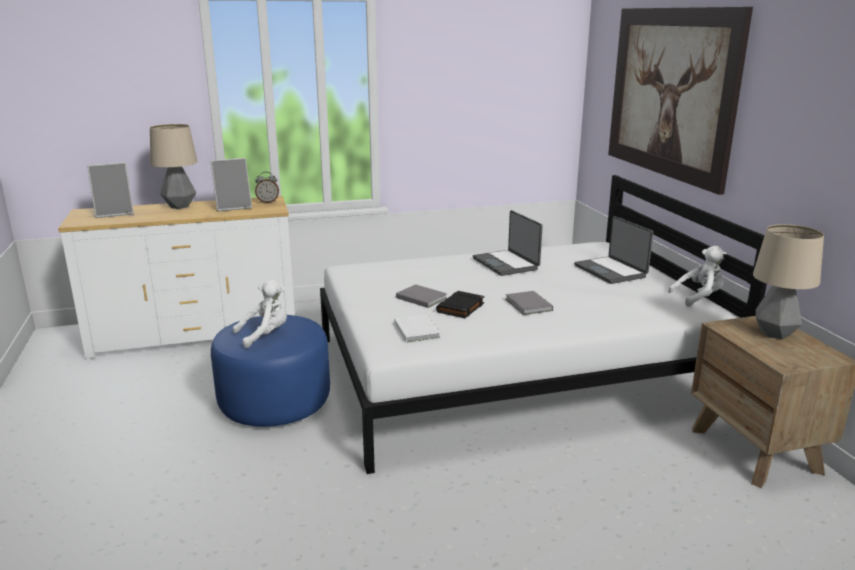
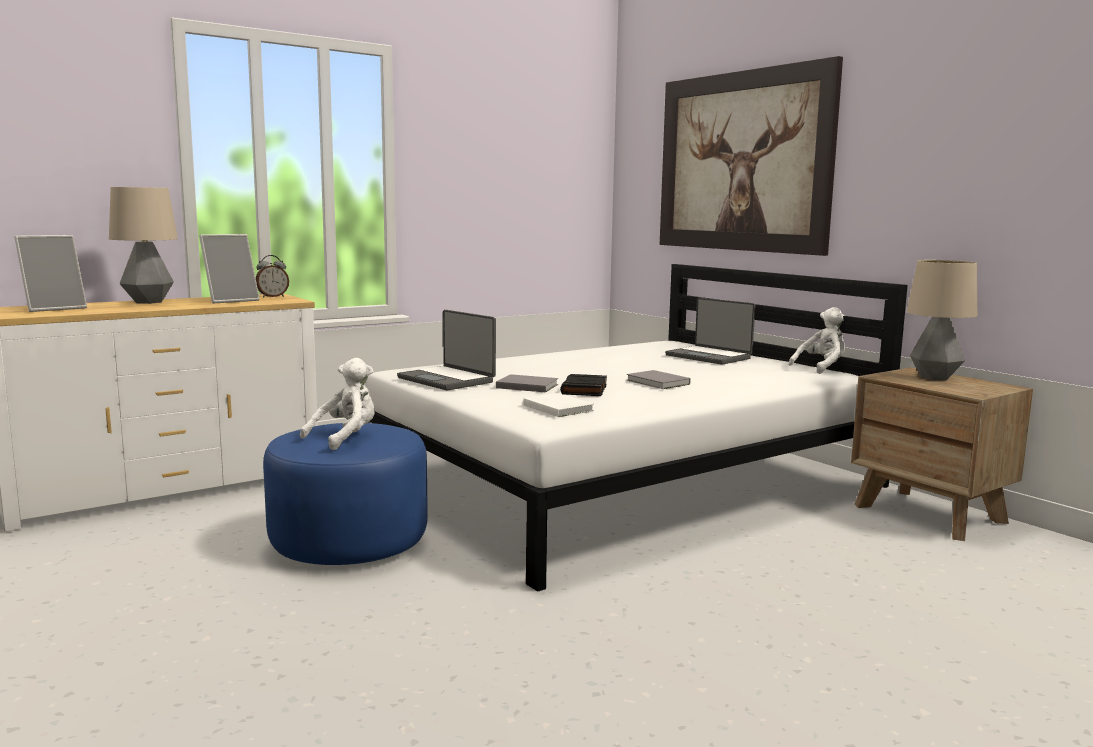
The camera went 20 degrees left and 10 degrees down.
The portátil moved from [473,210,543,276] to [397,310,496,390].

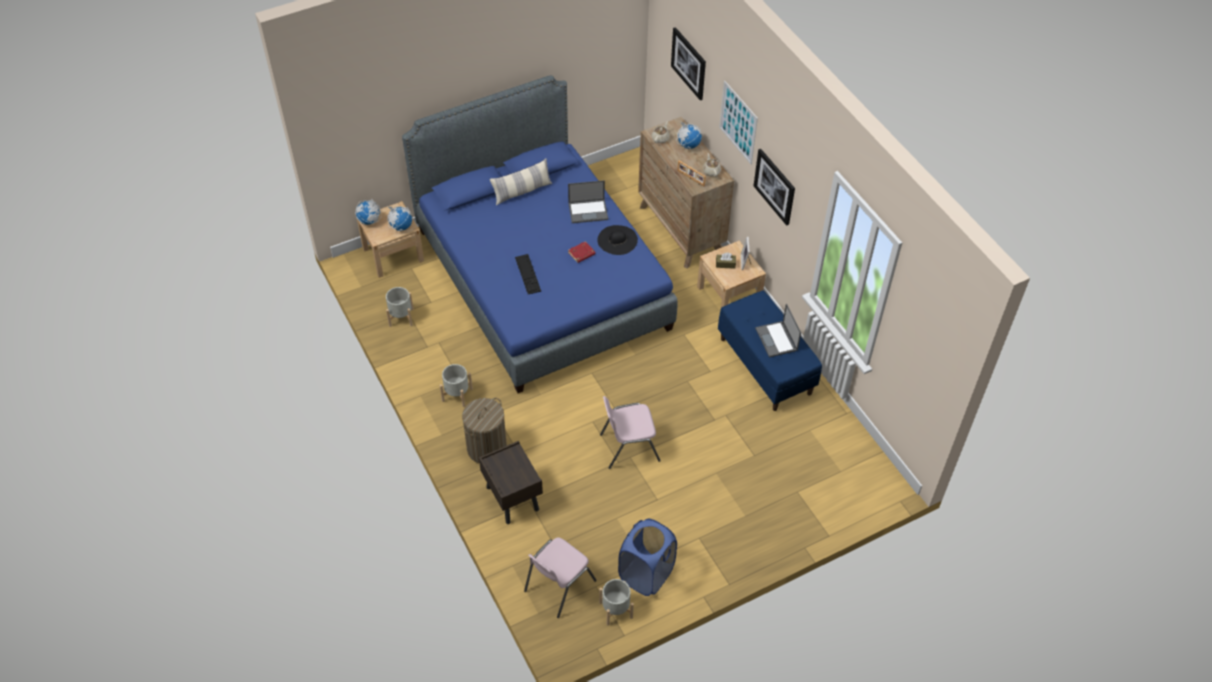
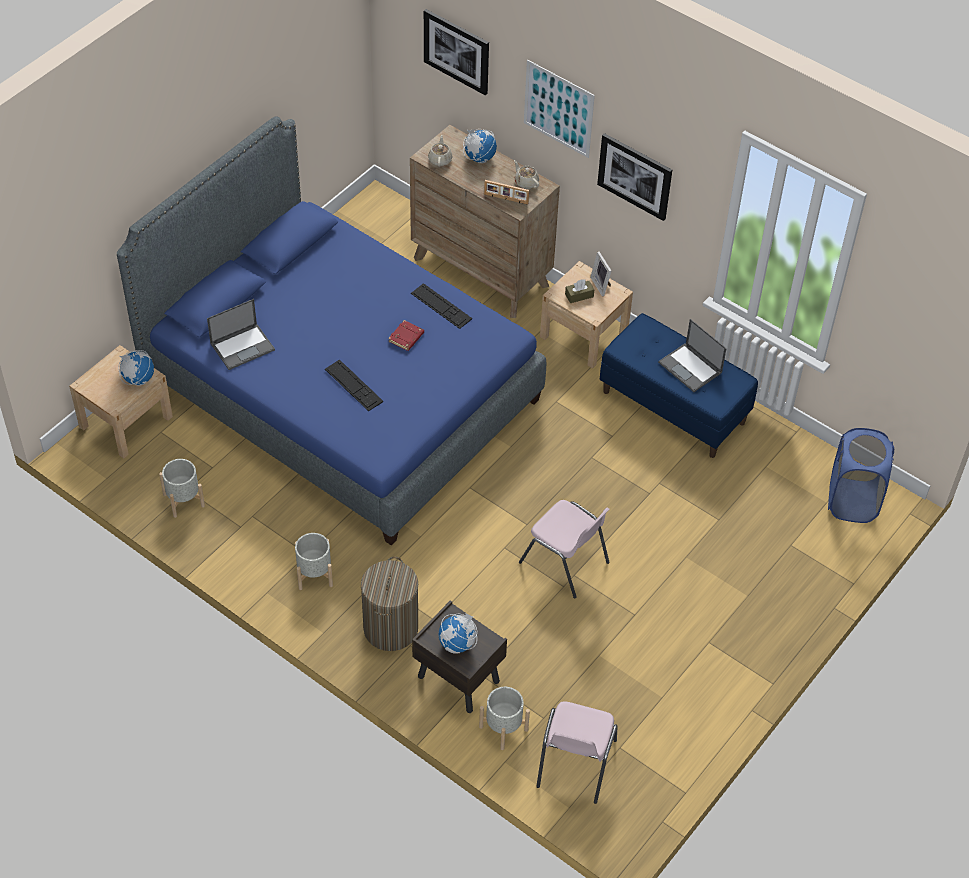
The camera went 25 degrees left and 0 degrees up.
The cojín at [490,158,552,205] disappeared.
The globo terráqueo moved from [355,199,381,225] to [439,613,477,654].
The portátil moved from [568,180,608,223] to [207,299,275,370].
The maceta/gris moved from [599,579,634,625] to [479,687,530,750].
The cesto de la ropa/azul moved from [618,519,677,596] to [828,428,894,523].
The sombrero/negro at [597,225,638,255] was replaced by the teclado at [411,283,472,329].
The silla/rosa at [600,396,661,469] turned 105 degrees counterclockwise.

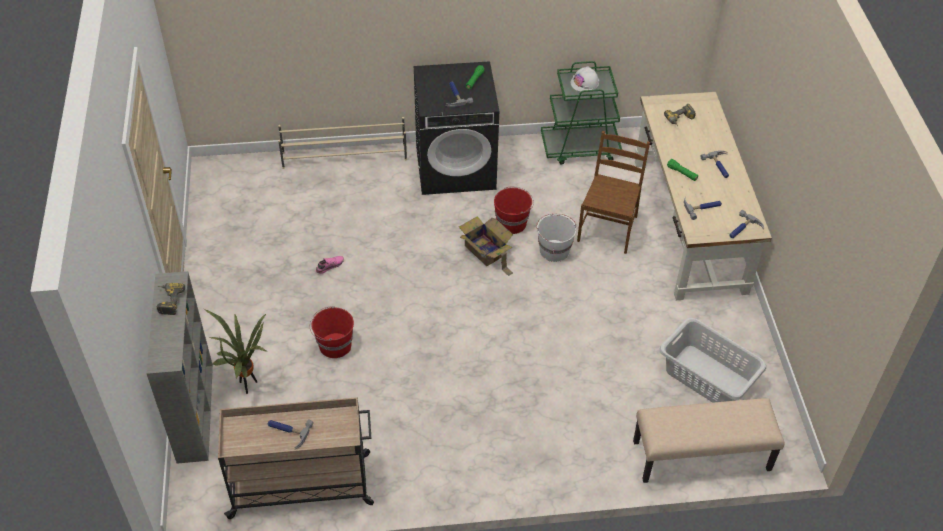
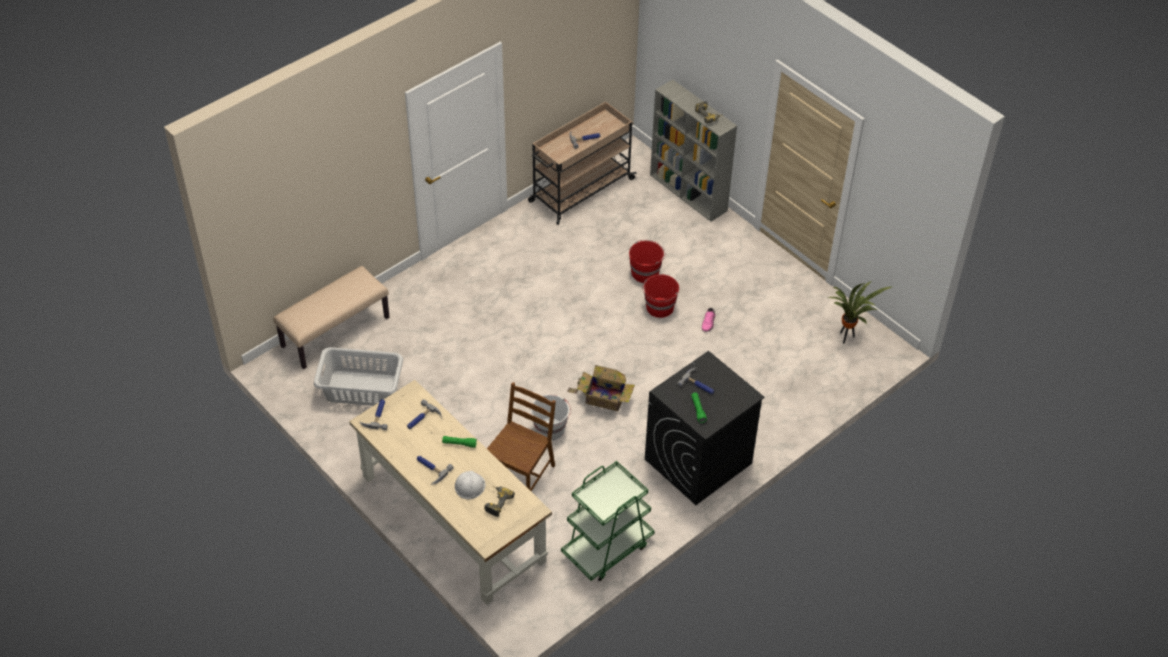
The camera went 145 degrees right and 0 degrees up.
The zapatero/beis at [278,117,407,169] disappeared.
The planta en maceta moved from [204,309,267,394] to [827,281,893,343].
The cubo/rojo moved from [494,187,534,234] to [642,274,679,318].
The casco/blanco moved from [571,66,599,91] to [455,471,485,499].
The silla/marrón at [577,131,650,254] turned 135 degrees counterclockwise.

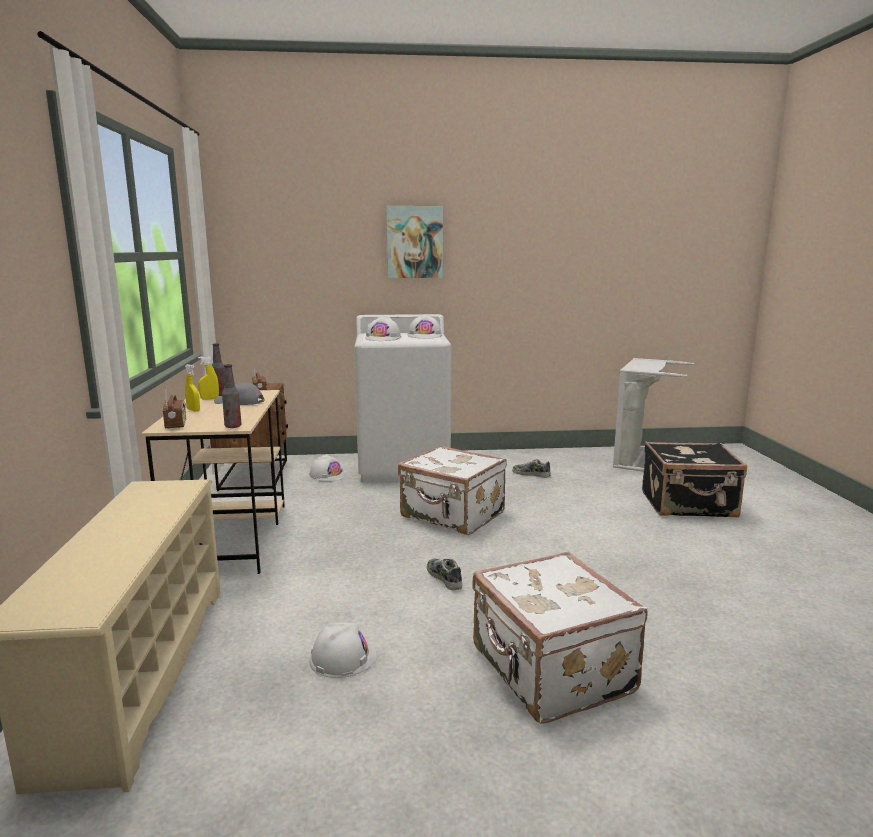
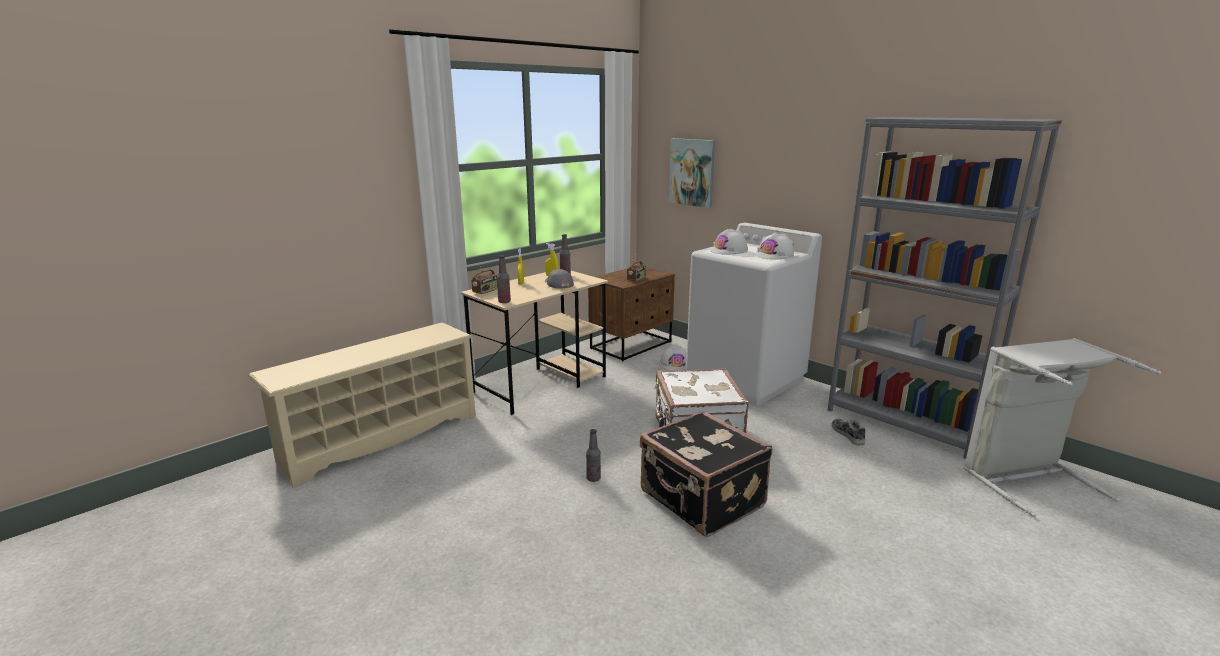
The camera went 50 degrees right and 5 degrees up.
The casco/blanco at [309,623,377,678] disappeared.
The maleta/blanco at [472,552,648,724] disappeared.
The estantería/gris at [828,117,1062,459] appeared.
The cuadro moved from [386,206,443,278] to [669,138,715,208].
The maleta/negro moved from [642,441,747,517] to [640,411,772,537].
The zapato at [427,559,462,590] was replaced by the botella at [586,429,601,482].

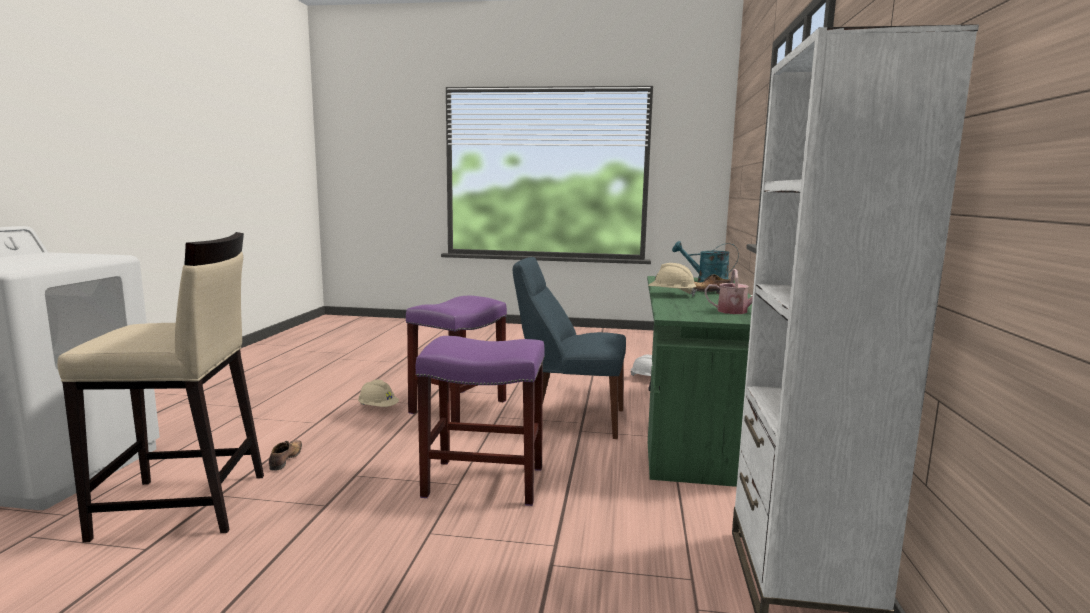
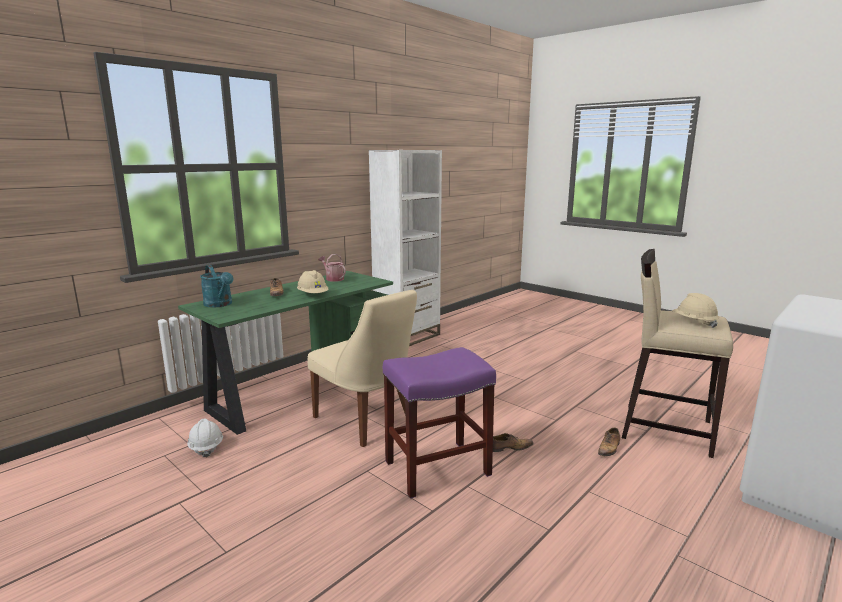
The camera went 145 degrees left and 5 degrees up.
The taburete/morado at [416,336,545,506] disappeared.
The zapato at [493,433,534,452] appeared.
The casco/beis moved from [358,379,399,407] to [672,293,719,328].
The silla/azul at [513,257,626,439] became the silla/beis at [308,290,417,447].

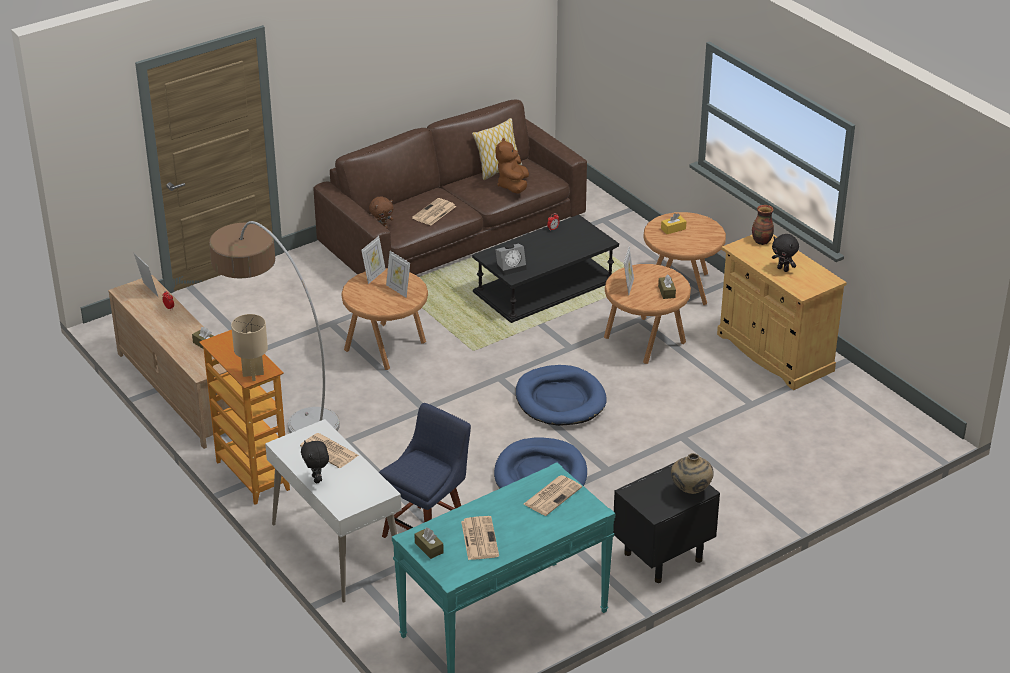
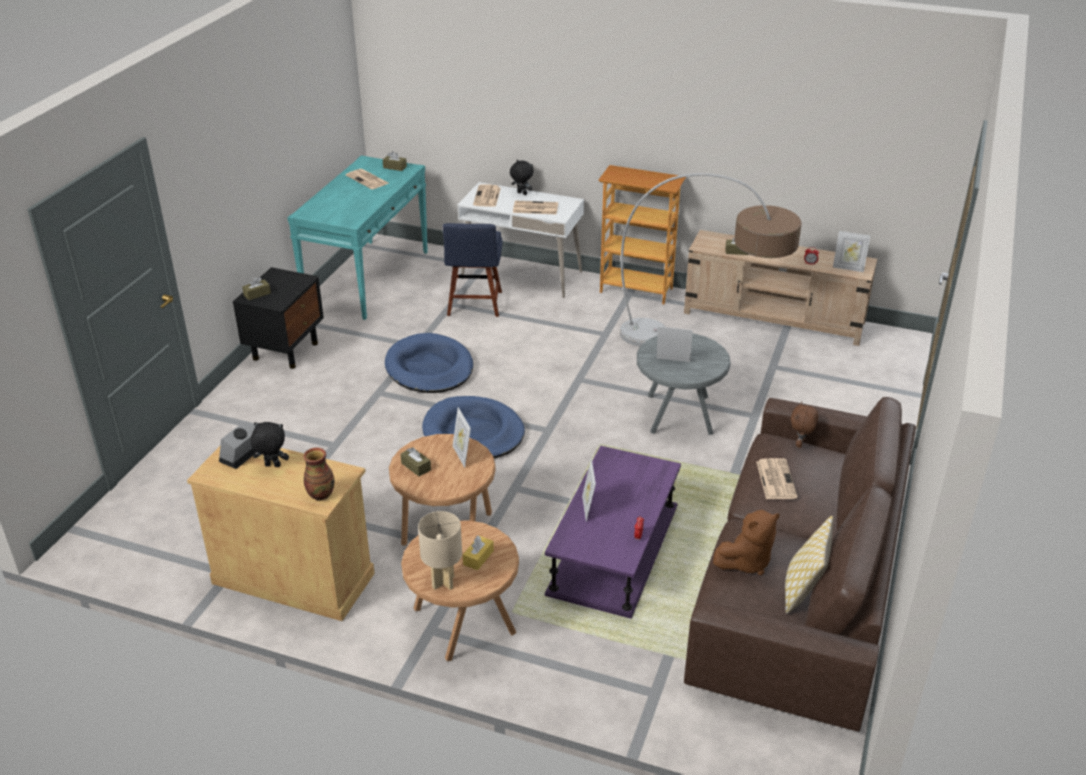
The camera went 145 degrees right and 0 degrees up.
The lámpara de mesa/beis moved from [231,314,268,381] to [418,511,462,590].
The portarretratos moved from [361,236,386,284] to [582,459,596,522].
The despertador moved from [495,244,527,275] to [219,421,257,469].
The periódico moved from [524,475,582,516] to [473,185,501,207].
The florero/beis at [671,453,713,494] was replaced by the caja de pañuelos/marrón at [242,277,271,300].
The mesa auxiliar/marrón at [341,268,428,370] became the mesa auxiliar/gris at [637,333,731,435].
The mesa de centro/negro at [472,215,619,323] became the mesa de centro/morado at [545,446,681,619].
The peluche/marrón at [496,138,529,193] turned 90 degrees clockwise.

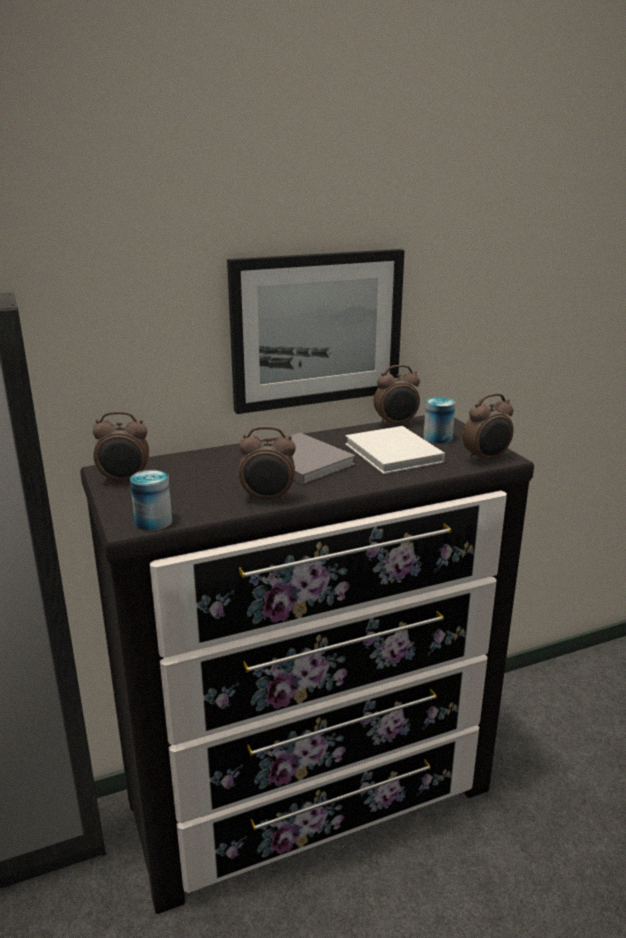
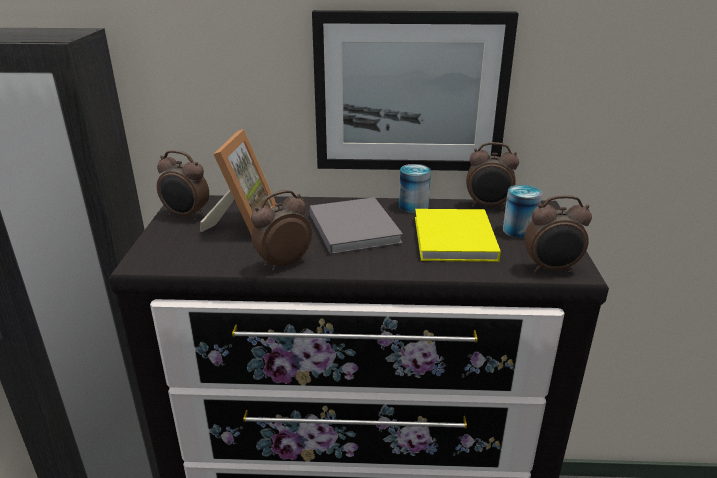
The camera went 25 degrees right and 5 degrees up.
The portarretratos at [200,129,276,236] appeared.
The lata moved from [130,470,172,531] to [399,164,431,213].
The libro/blanco at [345,426,445,474] became the libro/amarillo at [415,209,501,262].
The despertador at [239,426,296,502] turned 120 degrees clockwise.

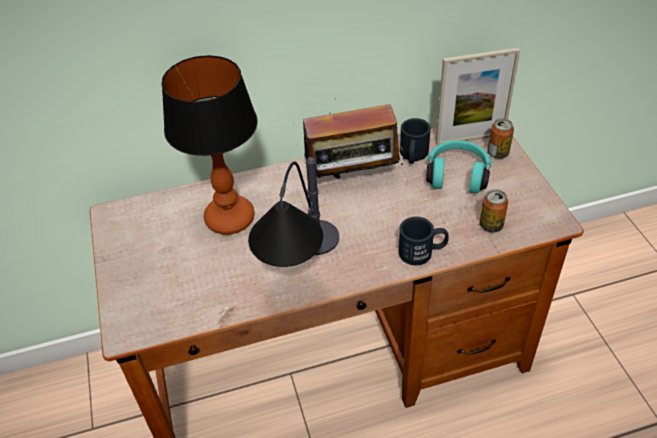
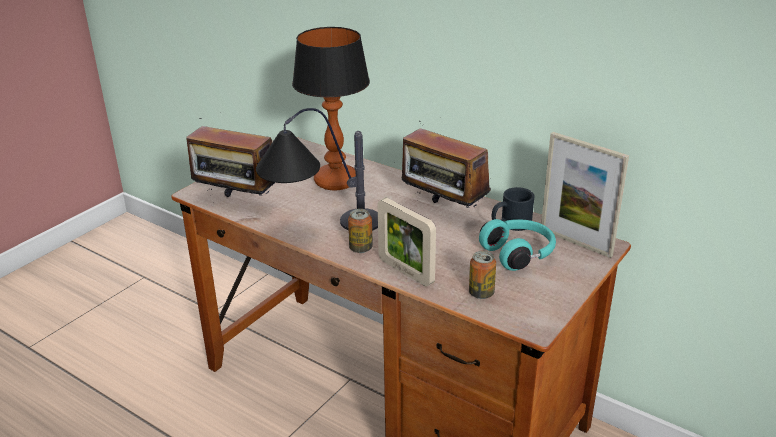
The camera went 50 degrees right and 15 degrees down.
The radio at [186,118,275,197] appeared.
The lata moved from [487,118,514,159] to [348,209,373,253].
The taza grande/negro at [399,217,449,265] was replaced by the portarretratos at [378,198,436,286].

